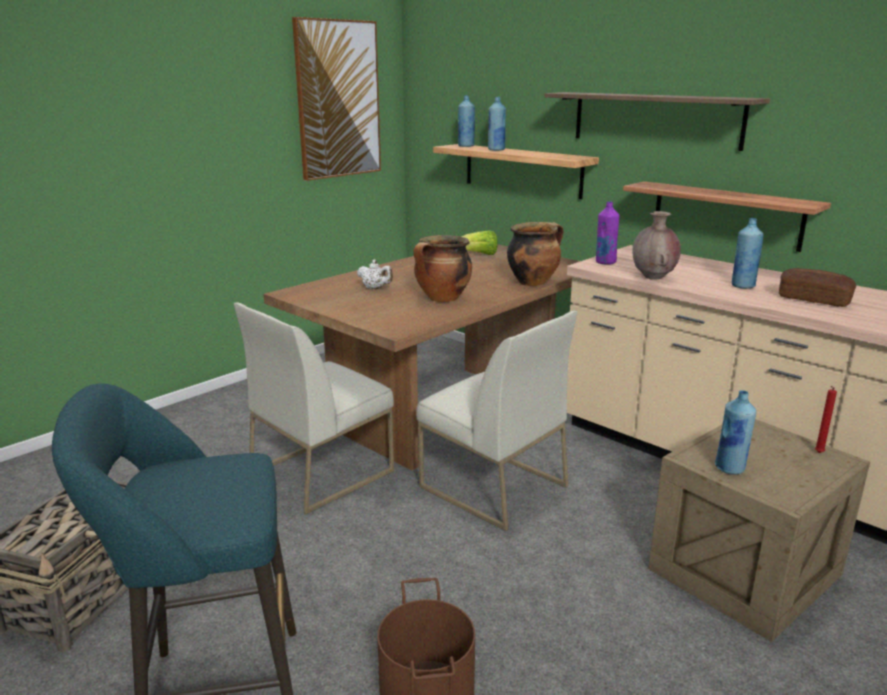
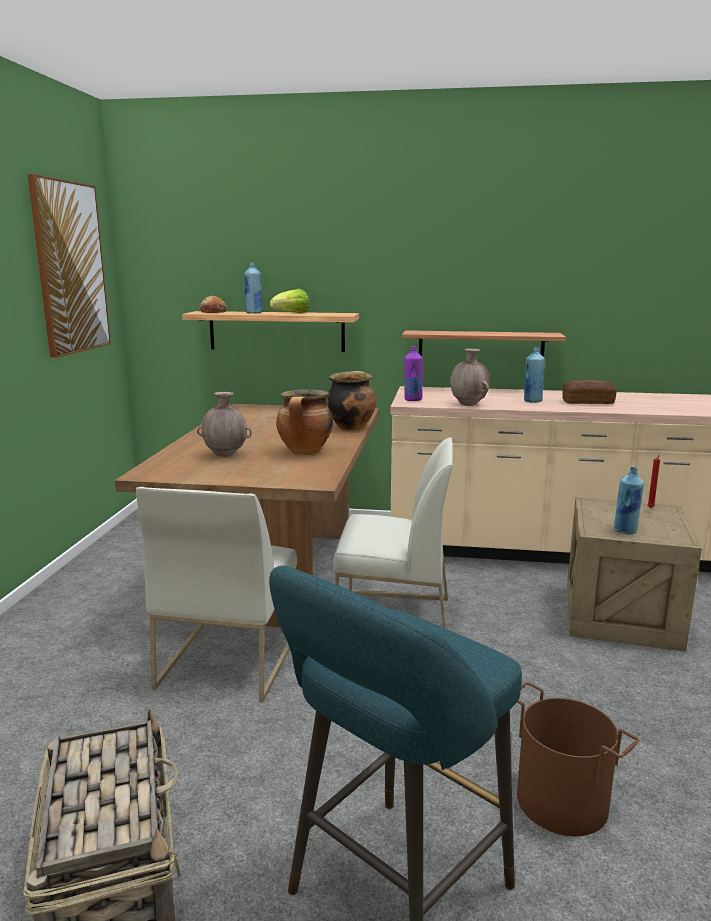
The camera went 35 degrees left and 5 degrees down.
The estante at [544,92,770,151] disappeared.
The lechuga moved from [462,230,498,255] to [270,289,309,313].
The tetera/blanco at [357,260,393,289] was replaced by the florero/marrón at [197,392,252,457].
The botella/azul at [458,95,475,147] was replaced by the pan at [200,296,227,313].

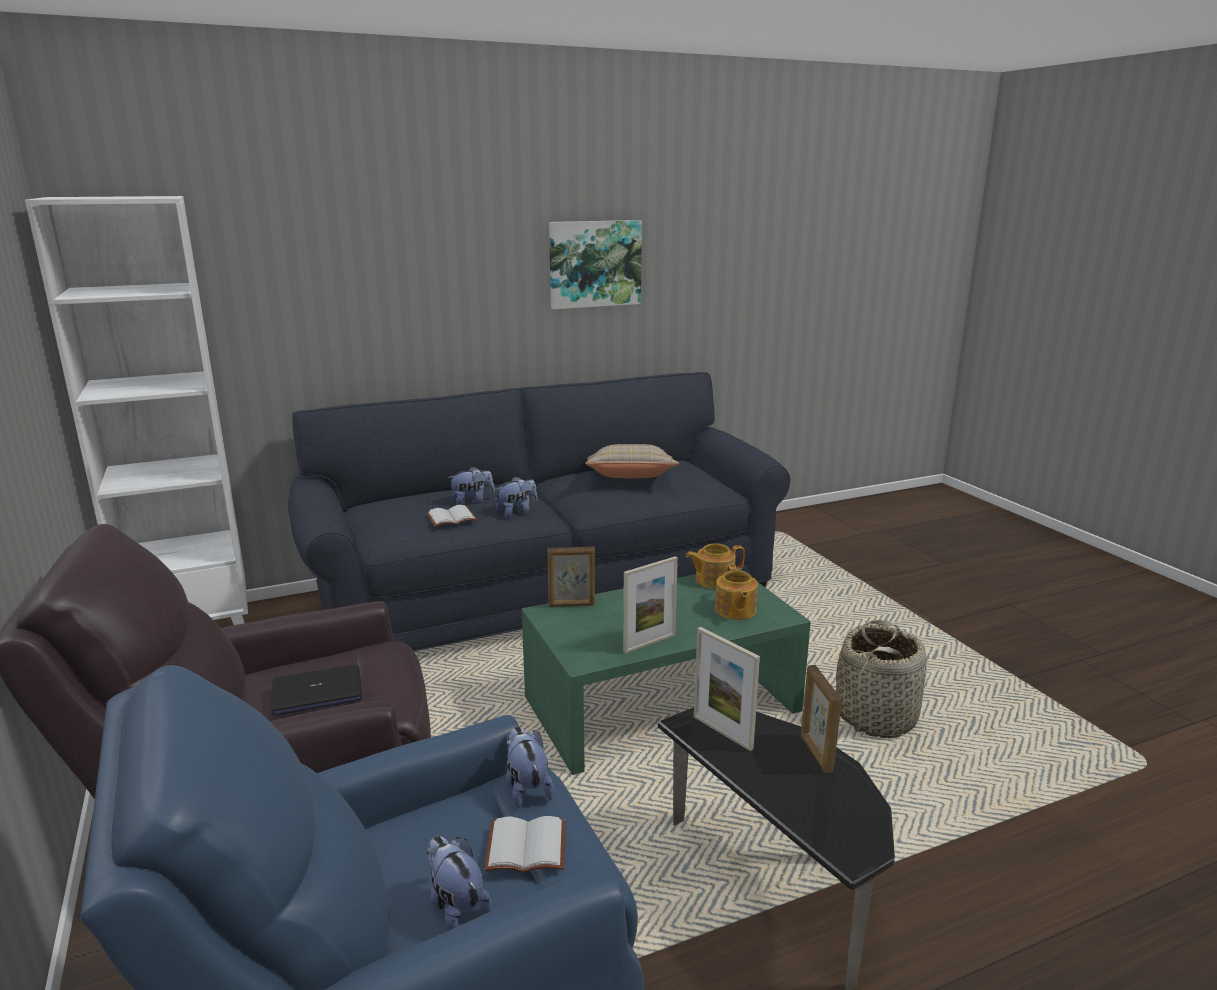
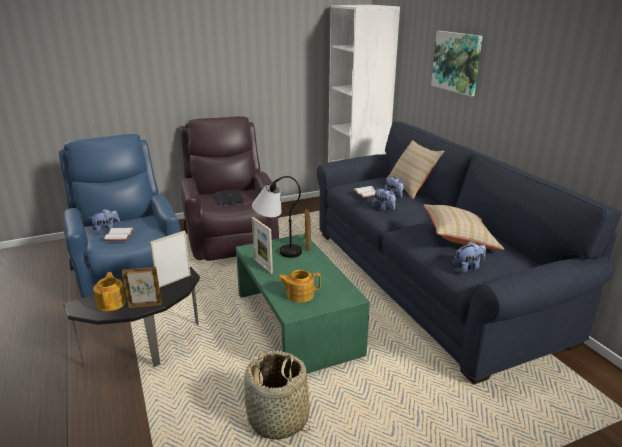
The camera went 90 degrees right and 5 degrees up.
The lámpara de mesa at [252,176,302,258] appeared.
The cojín/beis at [386,140,444,199] appeared.
The peluche moved from [506,726,554,808] to [453,241,486,273].
The cuadro moved from [549,220,642,309] to [431,31,483,96].
The tetera moved from [686,544,745,589] to [93,272,126,311].

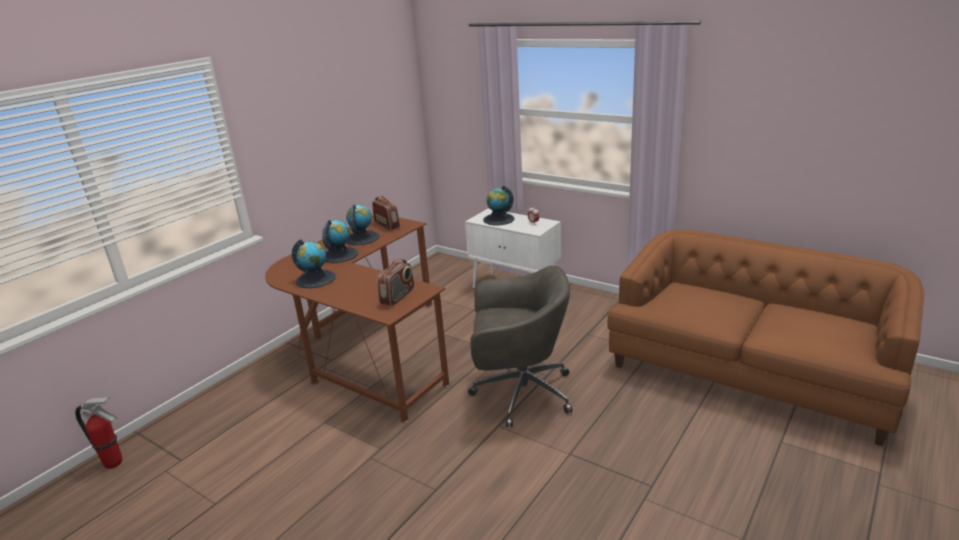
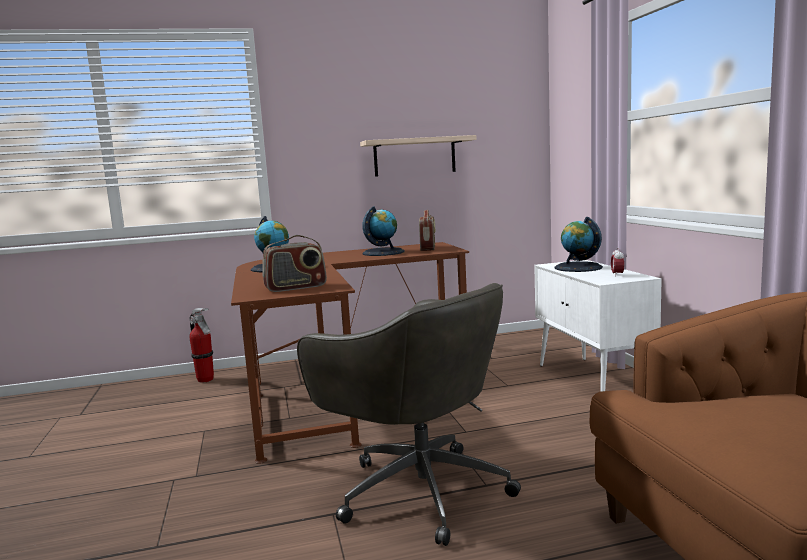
The camera went 40 degrees right and 15 degrees down.
The globo terráqueo at [322,220,358,263] disappeared.
The estante at [360,135,477,177] appeared.
The extintor moved from [75,397,122,469] to [189,308,214,383].

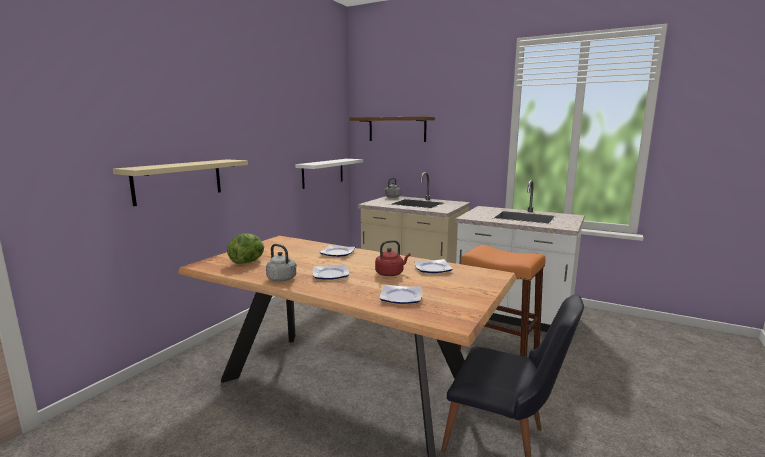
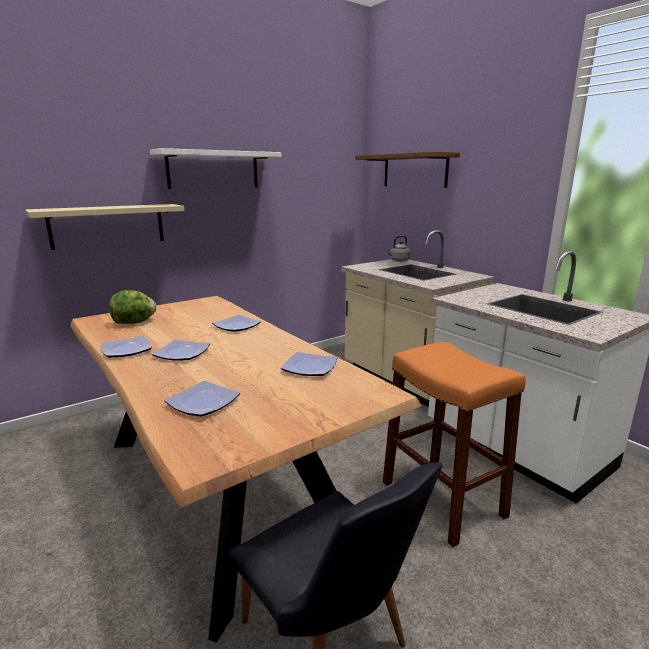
The camera went 25 degrees right and 5 degrees up.
The hervidor/rojo at [375,240,411,276] disappeared.
The estante/blanco moved from [295,159,363,189] to [150,148,282,189].
The hervidor/gris at [266,244,297,282] was replaced by the plato at [101,336,152,357].

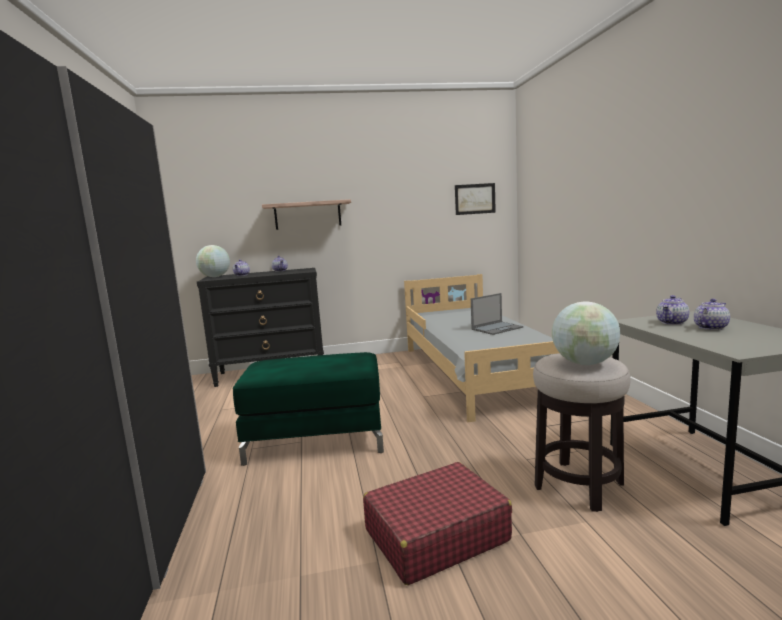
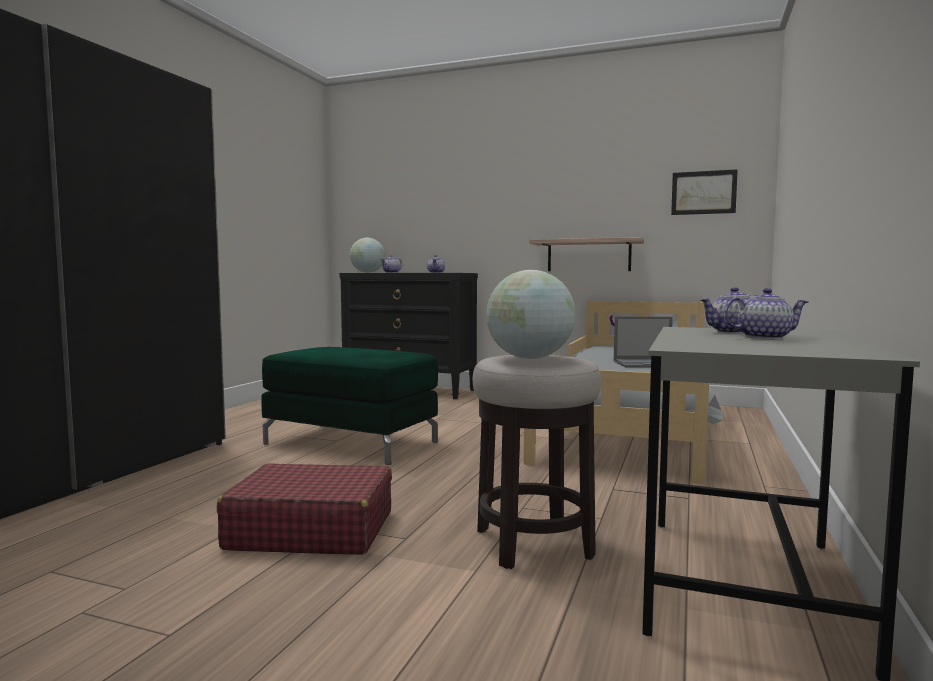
The camera went 30 degrees right and 5 degrees down.
The estante moved from [262,199,351,230] to [529,237,644,271].

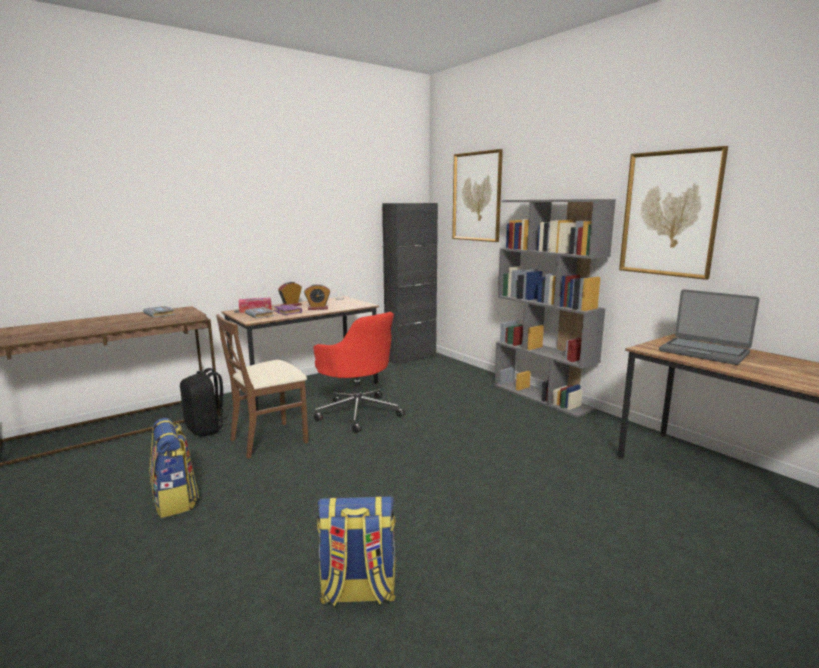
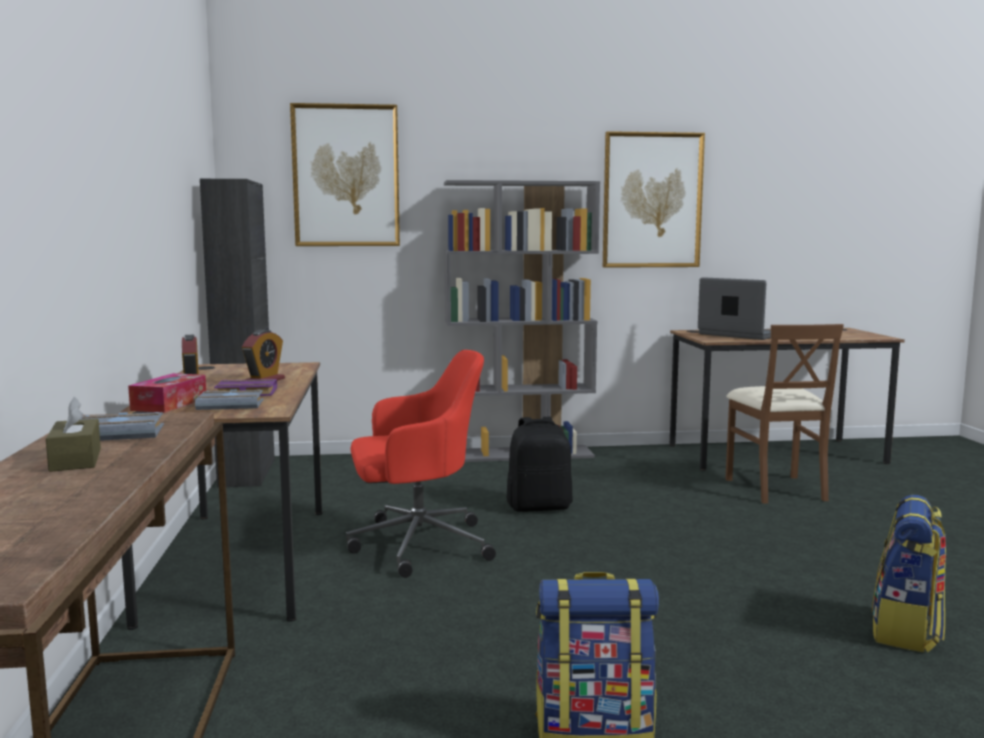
The camera went 60 degrees left and 5 degrees down.
The caja de pañuelos/marrón at [46,396,101,472] appeared.
The mochila/negro moved from [180,368,231,436] to [507,417,573,512].
The silla/marrón moved from [216,314,309,459] to [725,324,844,504].
The portátil at [659,289,760,365] turned 120 degrees counterclockwise.

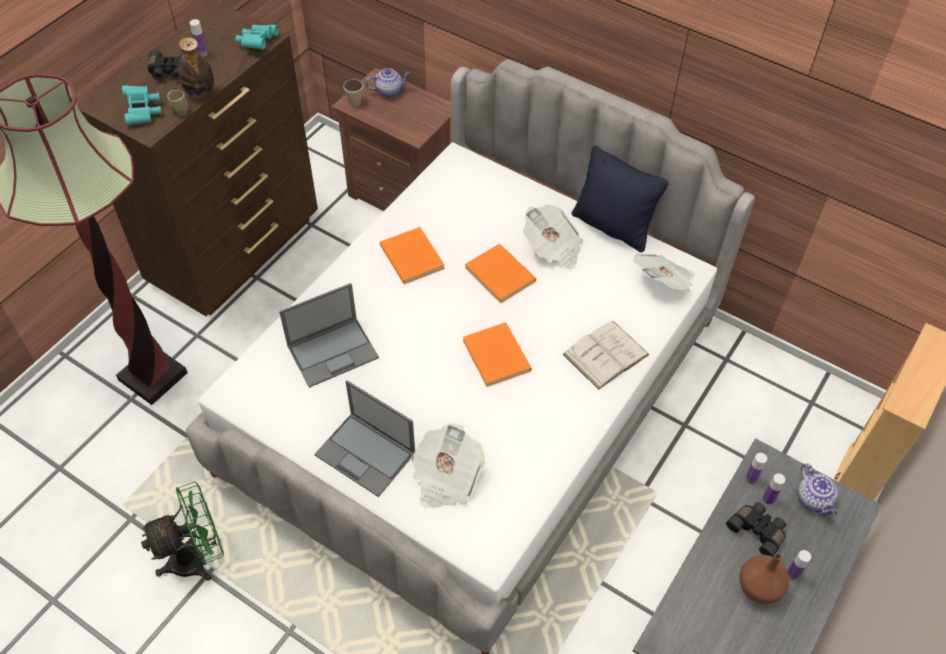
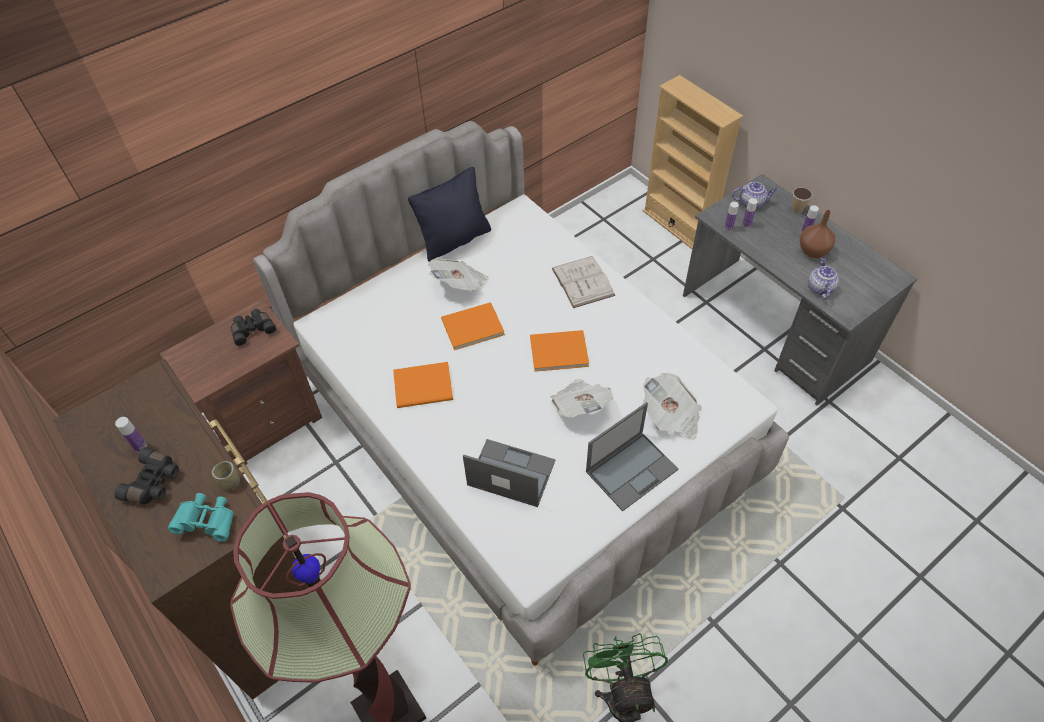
The camera went 70 degrees left and 0 degrees up.
The botella at [178,37,214,98] disappeared.
The prismáticos/turquesa at [235,24,279,49] disappeared.
The taza moved from [343,79,363,106] to [792,187,813,213].
The tetera moved from [366,68,410,97] to [808,257,839,299].
The periódico moved from [634,254,695,291] to [550,379,614,417].
The prismáticos/negro moved from [726,502,786,557] to [231,309,276,346].
The portátil at [279,283,379,388] turned 60 degrees counterclockwise.

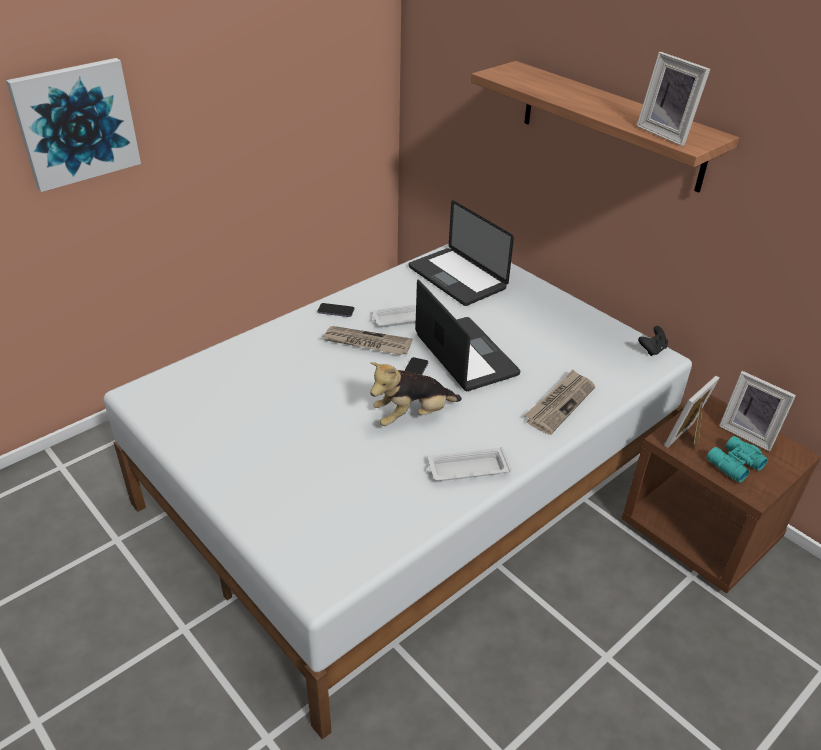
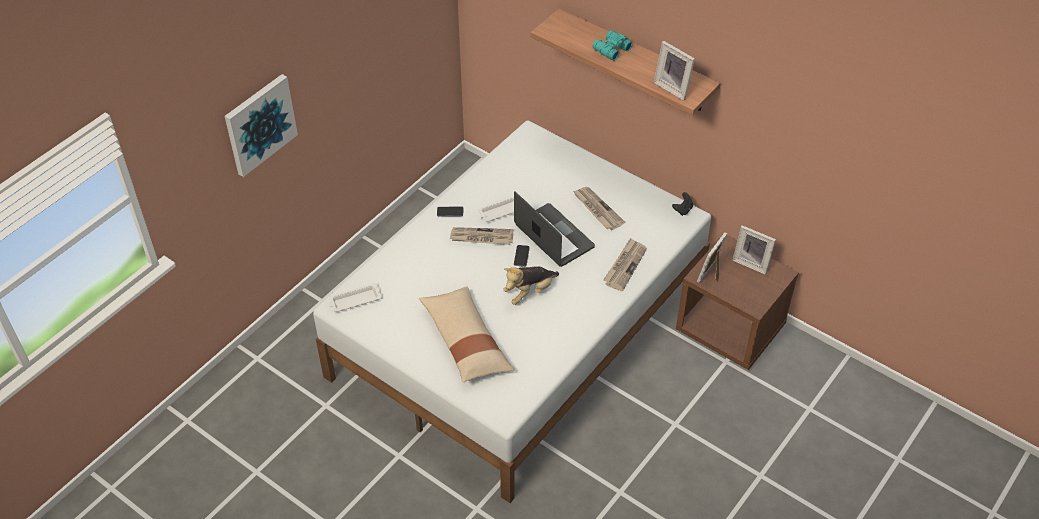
The camera went 10 degrees left and 10 degrees up.
The portátil at [409,200,514,306] disappeared.
The cojín/beis at [419,286,515,383] appeared.
The periódico at [573,187,625,230] appeared.
The bandeja/blanco moved from [427,447,511,481] to [329,283,382,312].
The prismáticos/turquesa moved from [707,436,768,483] to [592,30,633,61].

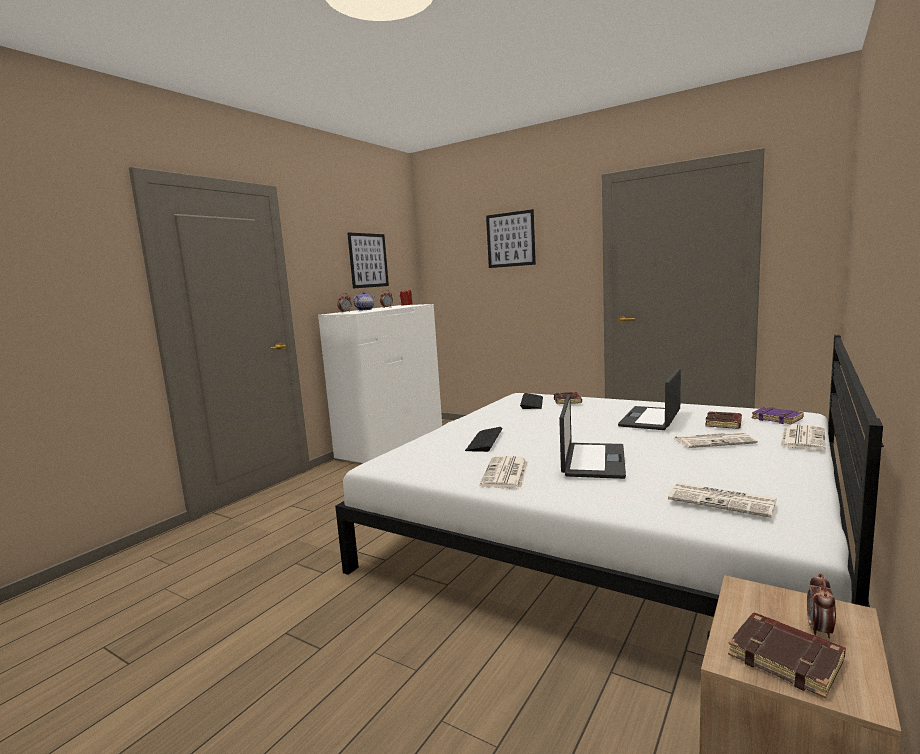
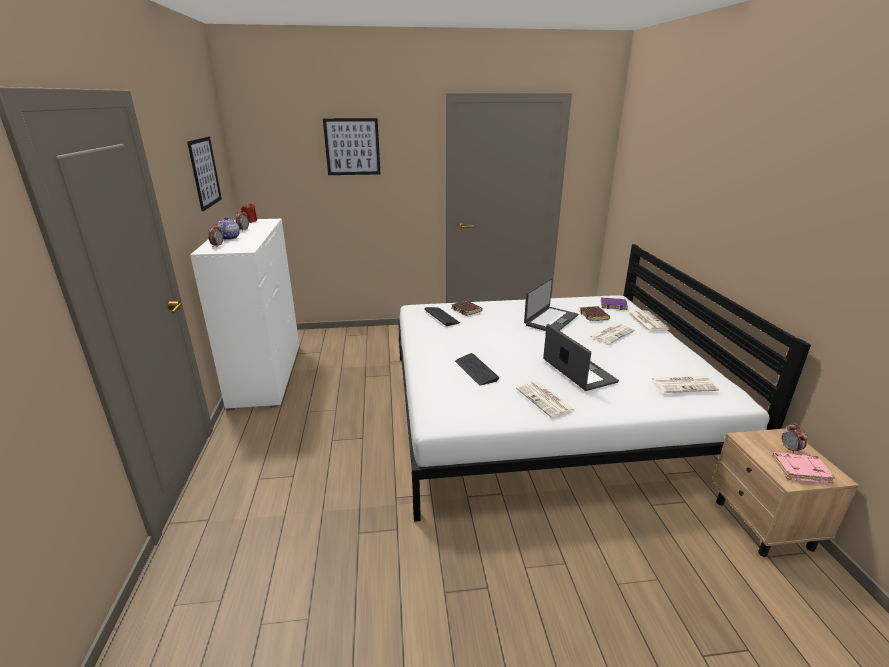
The camera went 40 degrees left and 15 degrees up.
The libro/marrón at [728,612,846,699] became the libro/rosa at [772,452,835,483].
The portátil at [618,368,681,430] turned 135 degrees counterclockwise.

